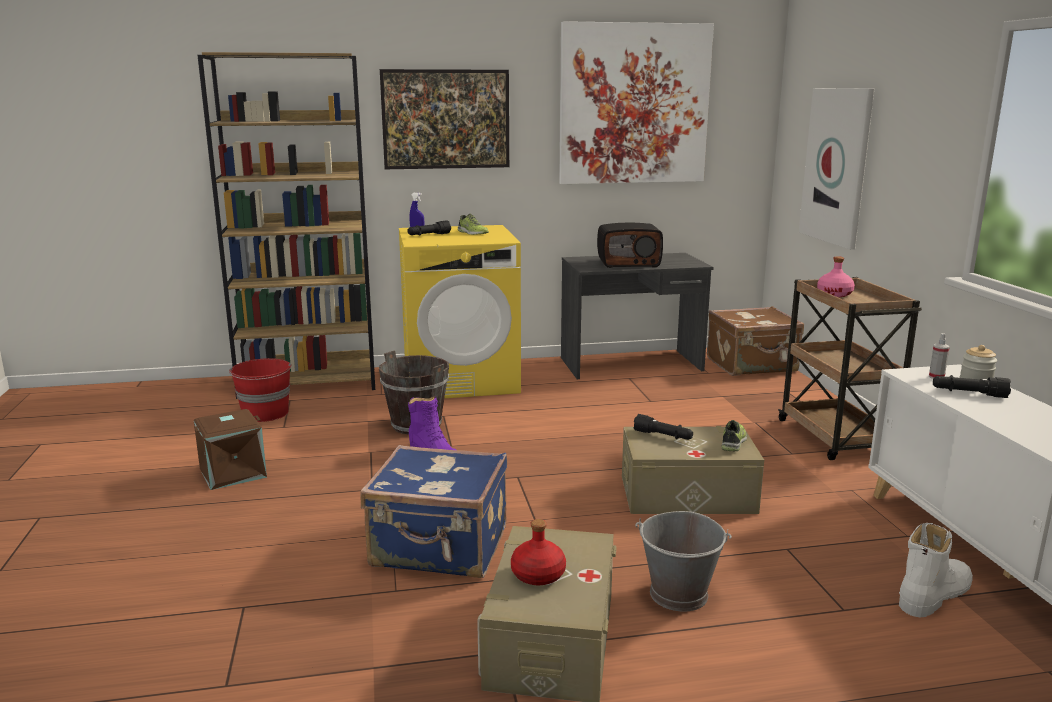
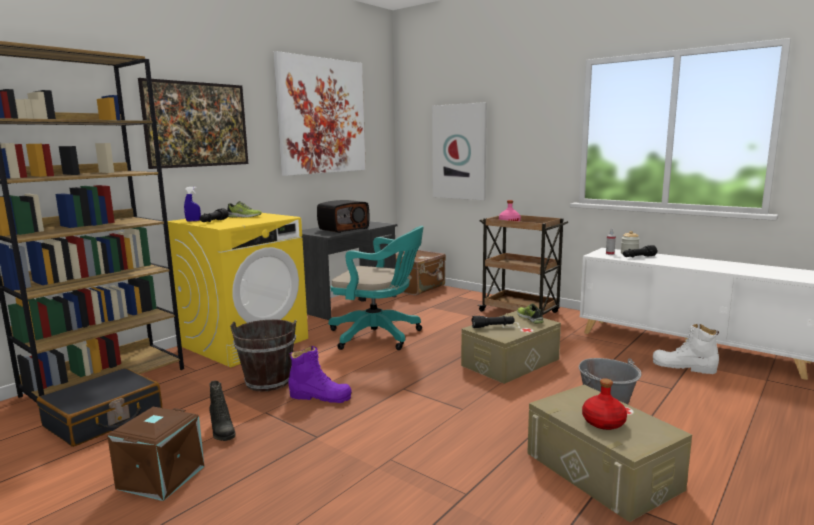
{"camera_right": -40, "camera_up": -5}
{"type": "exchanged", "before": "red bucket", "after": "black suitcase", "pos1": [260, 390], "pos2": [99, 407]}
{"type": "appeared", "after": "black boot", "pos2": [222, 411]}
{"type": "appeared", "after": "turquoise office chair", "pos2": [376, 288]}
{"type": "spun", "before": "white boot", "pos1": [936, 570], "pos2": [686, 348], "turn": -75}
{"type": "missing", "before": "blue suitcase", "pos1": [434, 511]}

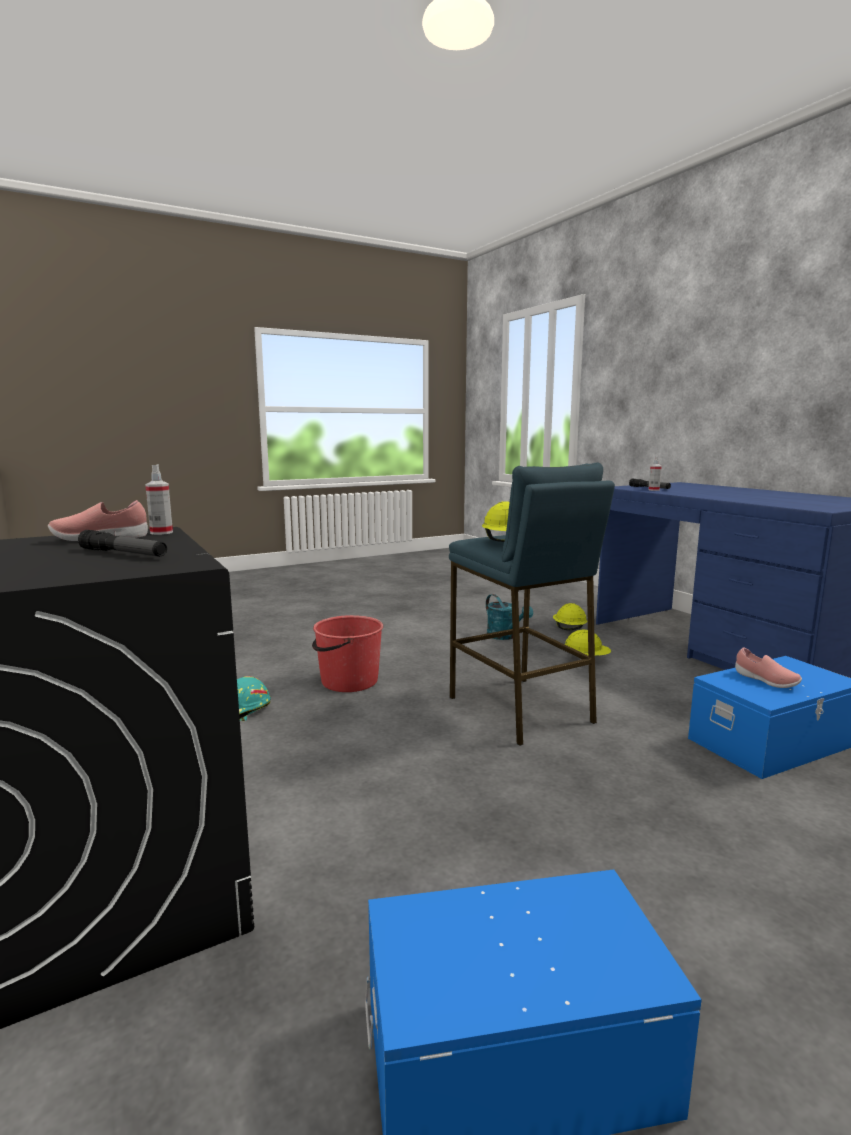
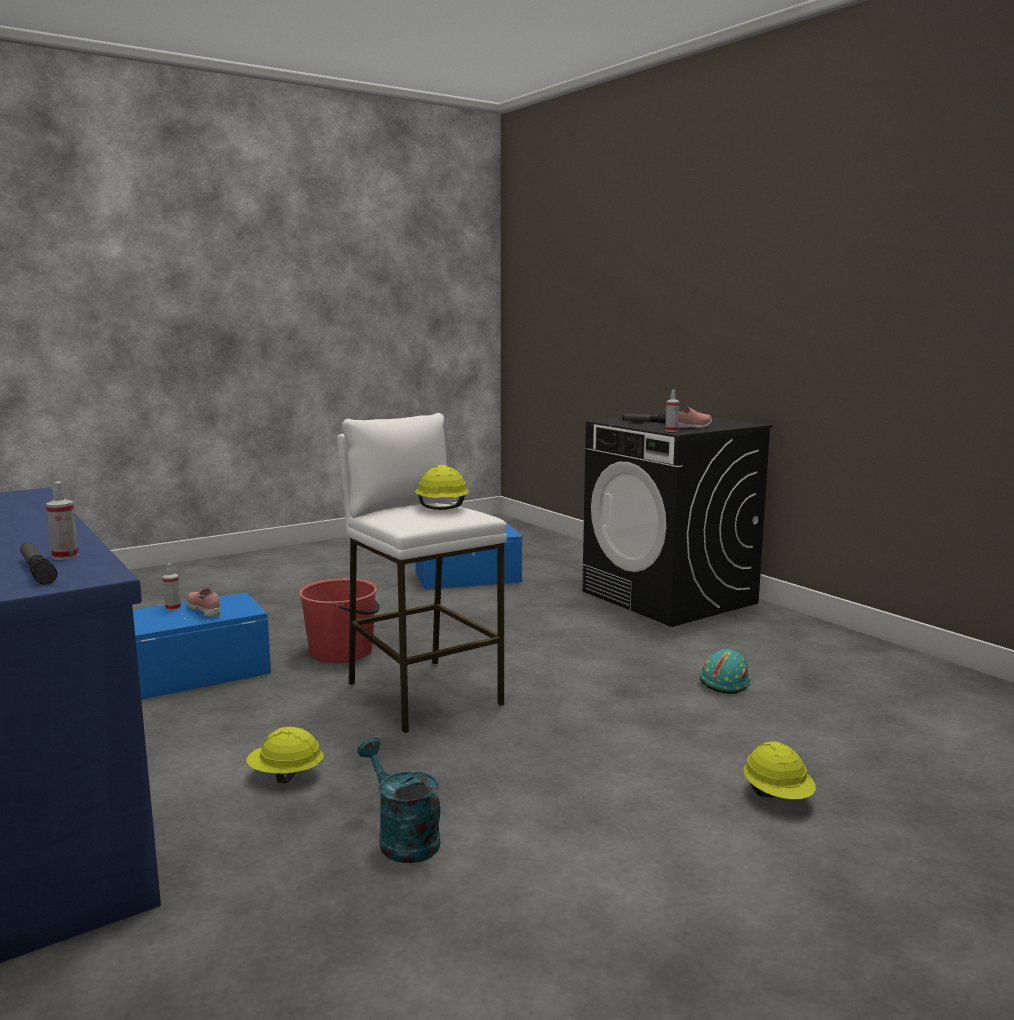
{"camera_right": 175, "camera_up": 0}
{"type": "appeared", "after": "spray bottle", "pos2": [172, 587]}
{"type": "relocated", "before": "red bucket", "pos1": [347, 653], "pos2": [339, 620]}
{"type": "colour", "before": "blue stool", "after": "white stool", "pos1": [532, 604], "pos2": [422, 573]}
{"type": "relocated", "before": "yellow hard hat", "pos1": [570, 616], "pos2": [779, 770]}

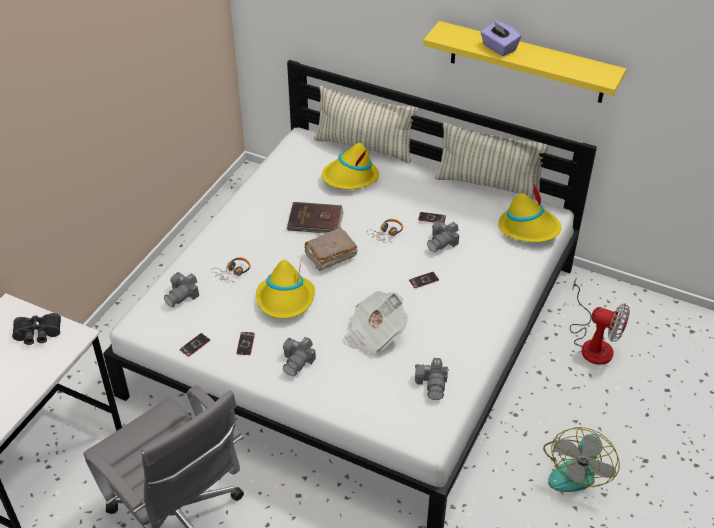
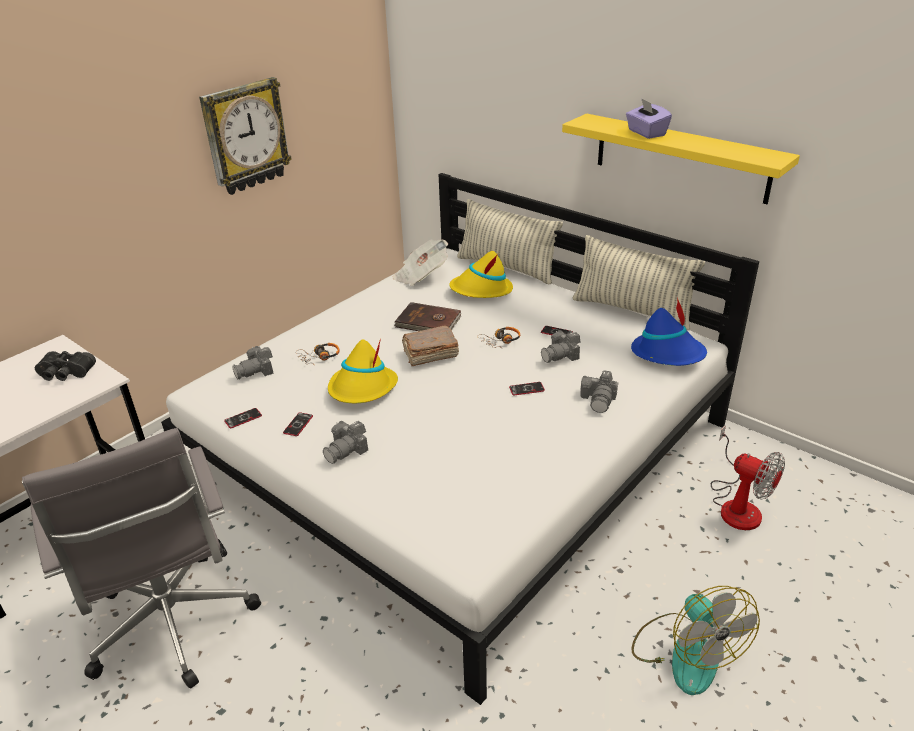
{"camera_right": 15, "camera_up": -10}
{"type": "appeared", "after": "wall clock", "pos2": [245, 136]}
{"type": "relocated", "before": "newspaper", "pos1": [375, 323], "pos2": [420, 263]}
{"type": "relocated", "before": "photo camera", "pos1": [432, 379], "pos2": [599, 391]}
{"type": "colour", "before": "yellow hat", "after": "blue hat", "pos1": [529, 212], "pos2": [669, 331]}
{"type": "spun", "before": "fan", "pos1": [581, 459], "pos2": [695, 640], "turn": -60}

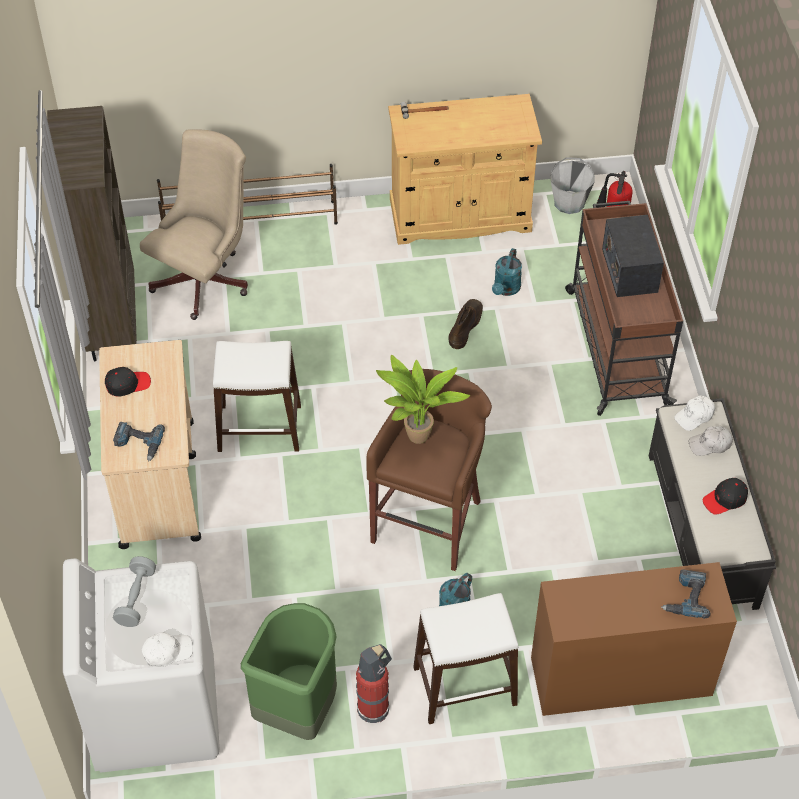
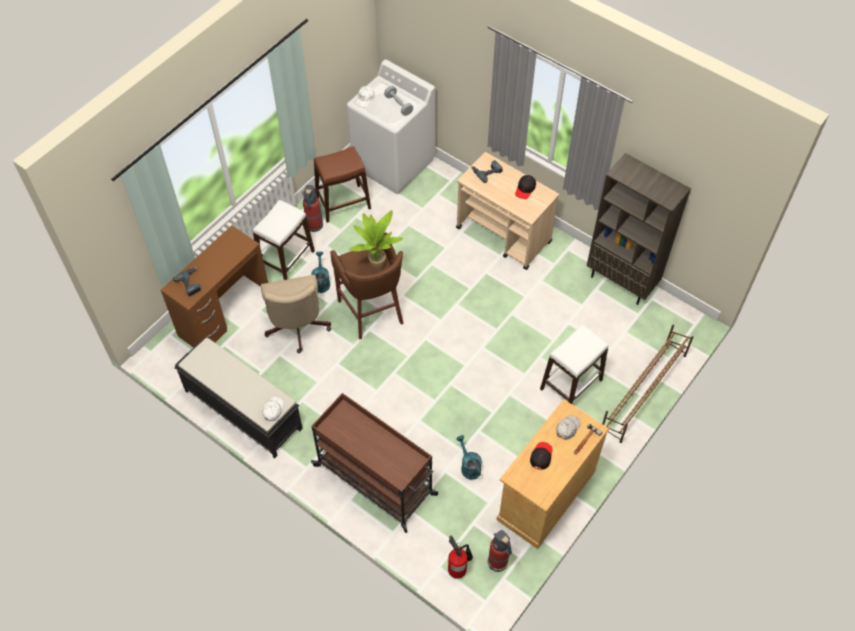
{"camera_right": 135, "camera_up": 5}
{"type": "relocated", "before": "beige office chair", "pos1": [194, 224], "pos2": [296, 314]}
{"type": "exchanged", "before": "green trash can", "after": "brown stool", "pos1": [289, 671], "pos2": [342, 184]}
{"type": "exchanged", "before": "grey bucket", "after": "fire extinguisher", "pos1": [572, 185], "pos2": [500, 551]}
{"type": "relocated", "before": "black cap", "pos1": [725, 496], "pos2": [541, 456]}
{"type": "relocated", "before": "white stool", "pos1": [257, 396], "pos2": [574, 364]}
{"type": "relocated", "before": "white cap", "pos1": [711, 441], "pos2": [568, 427]}
{"type": "missing", "before": "brown boot", "pos1": [465, 324]}
{"type": "missing", "before": "radio", "pos1": [633, 256]}

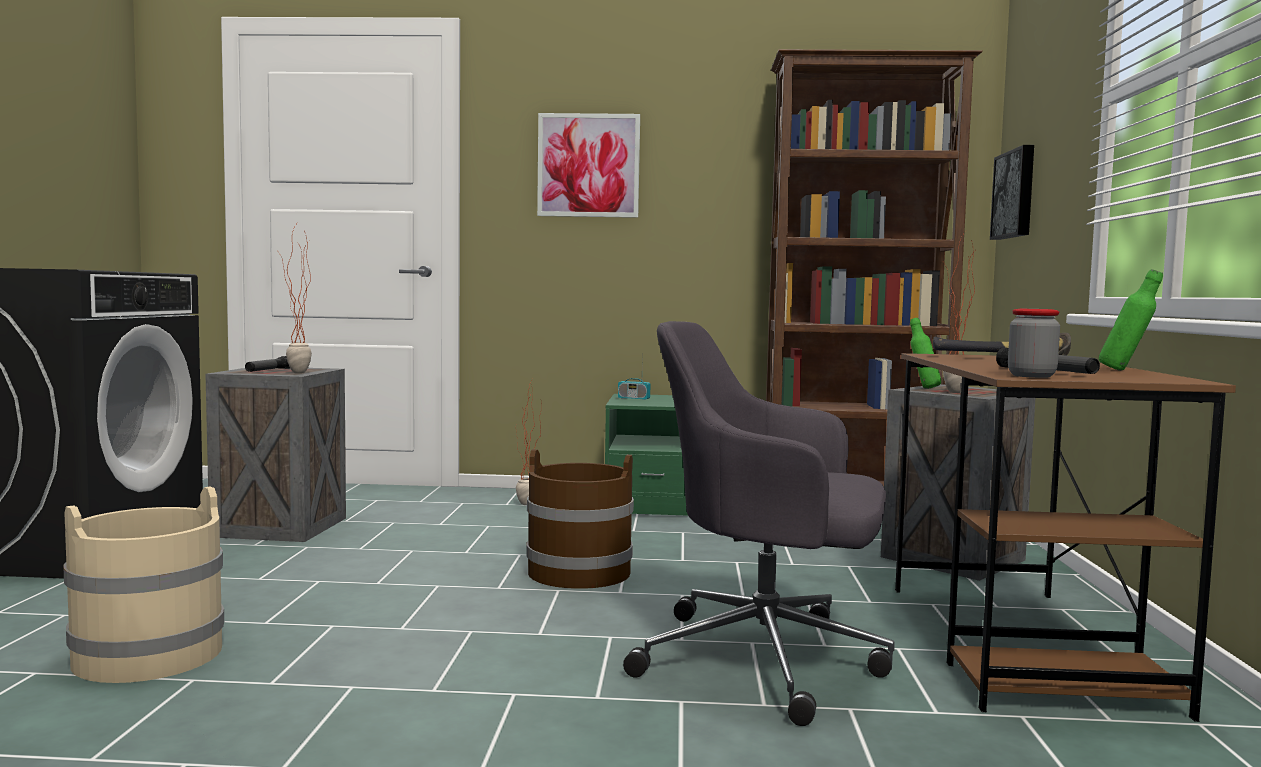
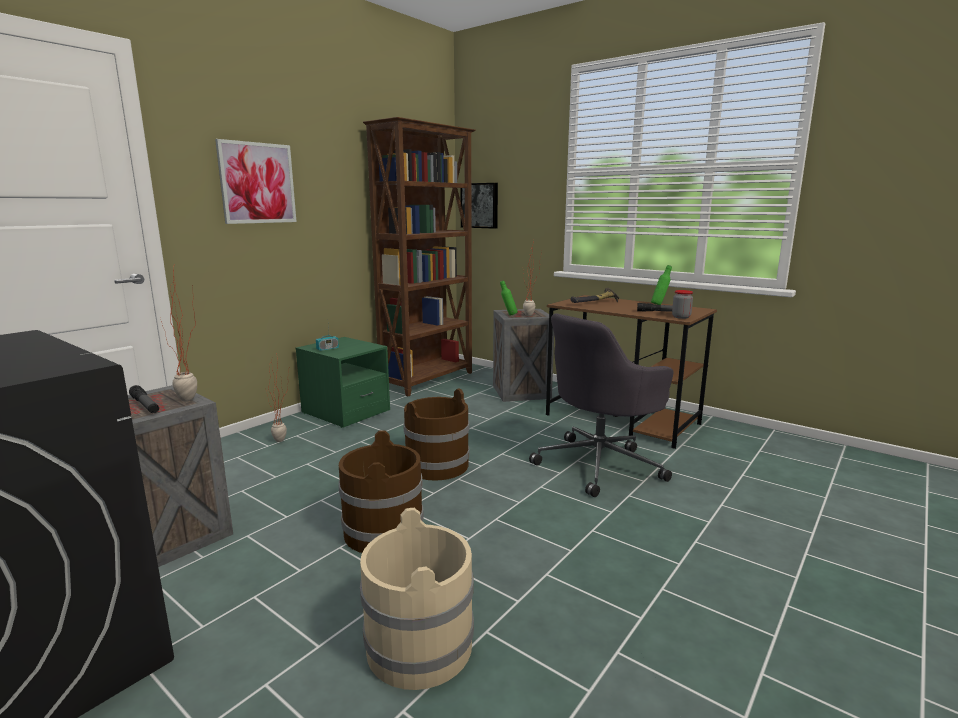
{"camera_right": -55, "camera_up": 10}
{"type": "appeared", "after": "brown bucket", "pos2": [381, 491]}

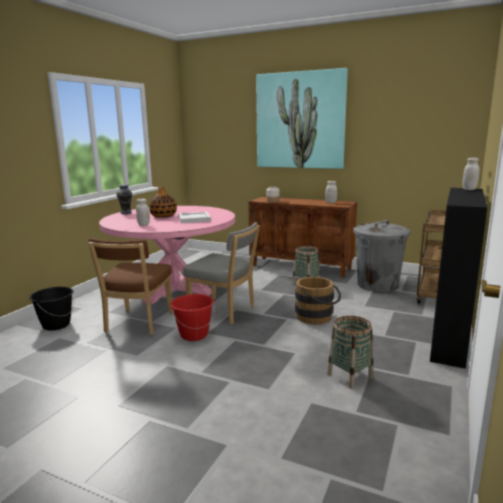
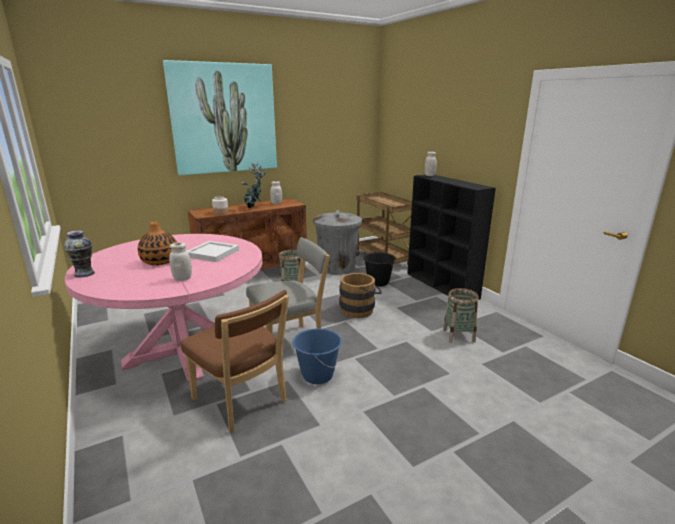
{"camera_right": -55, "camera_up": 5}
{"type": "appeared", "after": "potted plant", "pos2": [254, 185]}
{"type": "colour", "before": "red bucket", "after": "blue bucket", "pos1": [192, 317], "pos2": [317, 356]}
{"type": "relocated", "before": "black bucket", "pos1": [51, 309], "pos2": [379, 269]}

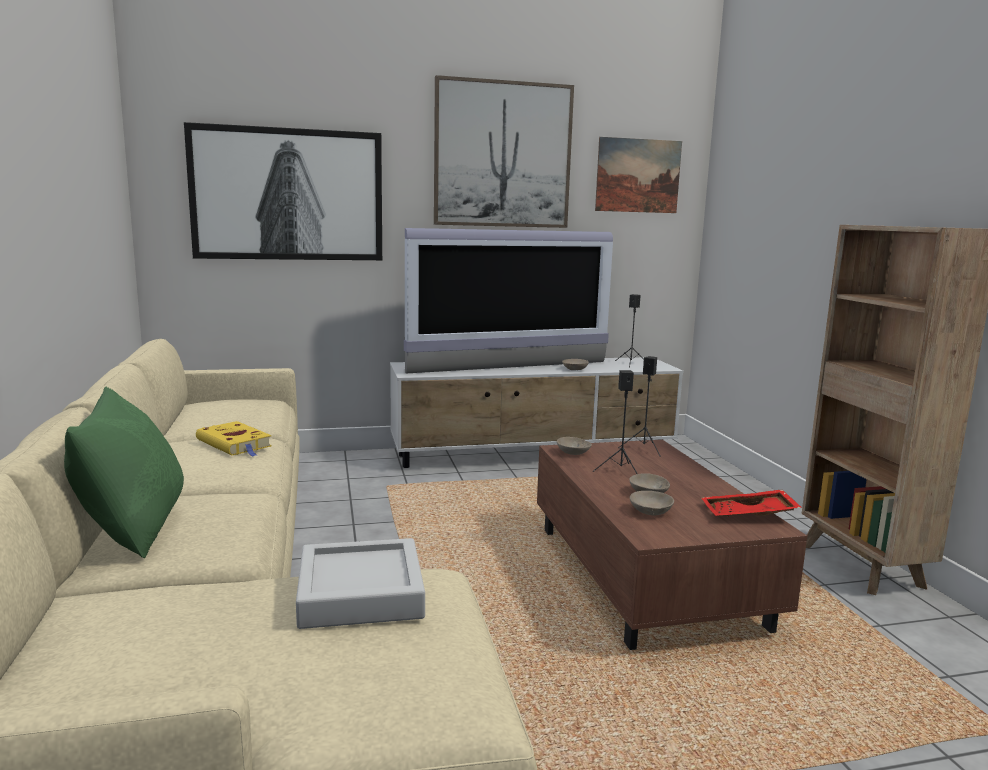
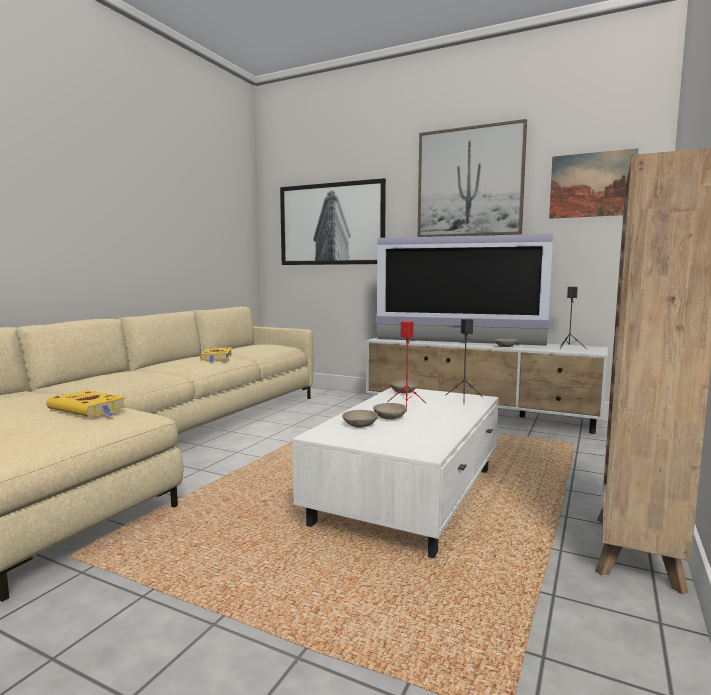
{"camera_right": 40, "camera_up": -5}
{"type": "exchanged", "before": "grey tray", "after": "yellow book", "pos1": [360, 583], "pos2": [86, 403]}
{"type": "colour", "before": "brown coffee table", "after": "white coffee table", "pos1": [672, 545], "pos2": [395, 473]}
{"type": "colour", "before": "black speaker", "after": "red speaker", "pos1": [615, 422], "pos2": [406, 366]}
{"type": "missing", "before": "green pillow", "pos1": [124, 472]}
{"type": "missing", "before": "red tray", "pos1": [751, 503]}

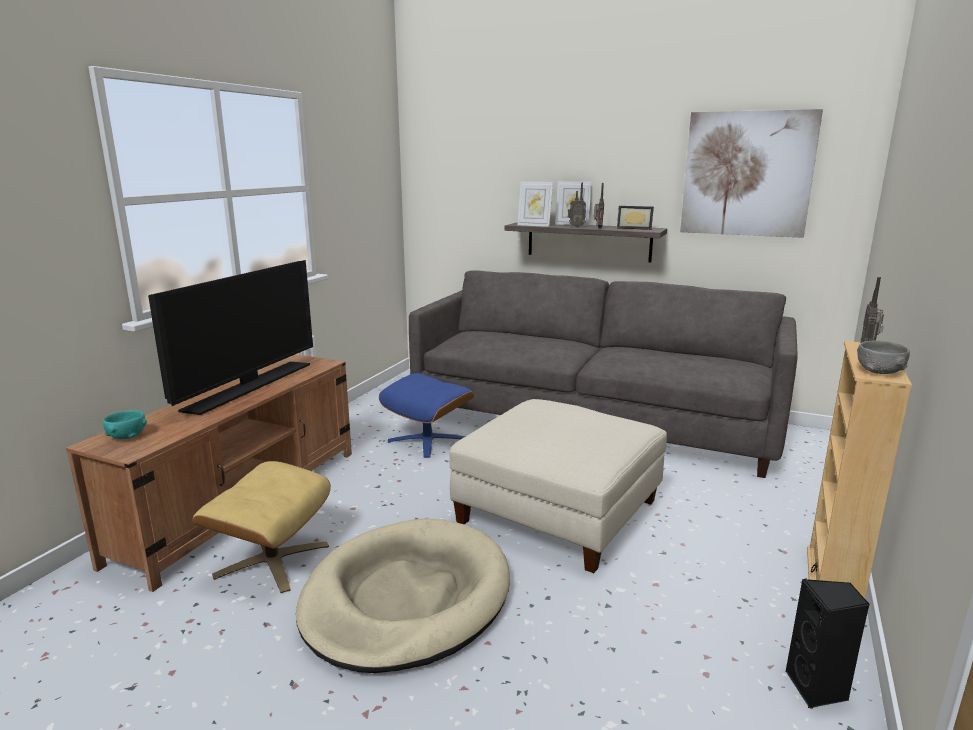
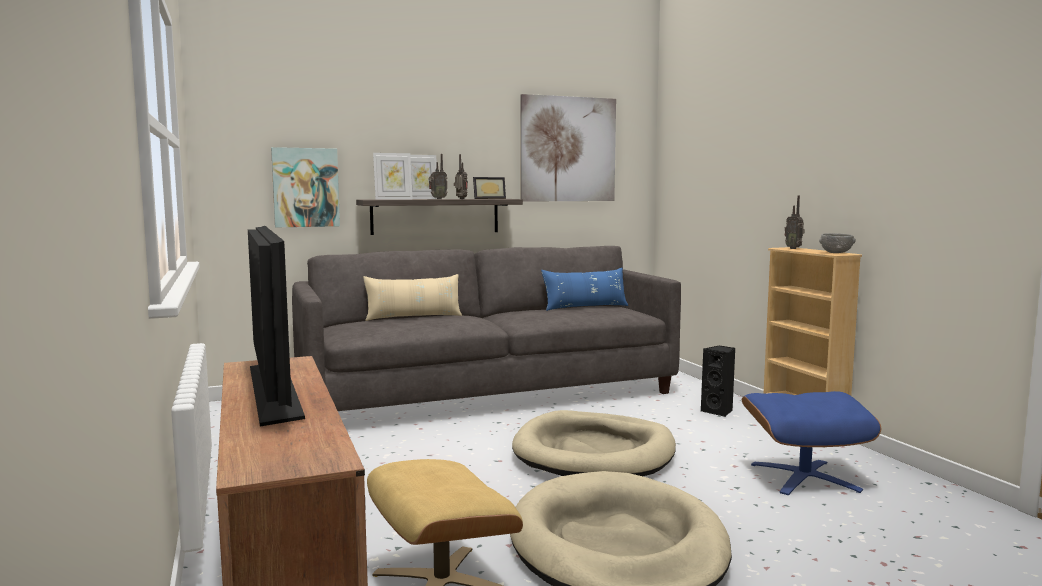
{"camera_right": -45, "camera_up": -10}
{"type": "appeared", "after": "picture", "pos2": [305, 187]}
{"type": "appeared", "after": "beige pillow", "pos2": [412, 297]}
{"type": "exchanged", "before": "beige ottoman", "after": "beige dog bed", "pos1": [558, 486], "pos2": [594, 443]}
{"type": "appeared", "after": "blue pillow", "pos2": [584, 289]}
{"type": "relocated", "before": "black speaker", "pos1": [828, 643], "pos2": [718, 381]}
{"type": "relocated", "before": "blue ottoman", "pos1": [426, 415], "pos2": [811, 443]}
{"type": "missing", "before": "turquoise bowl", "pos1": [125, 424]}

